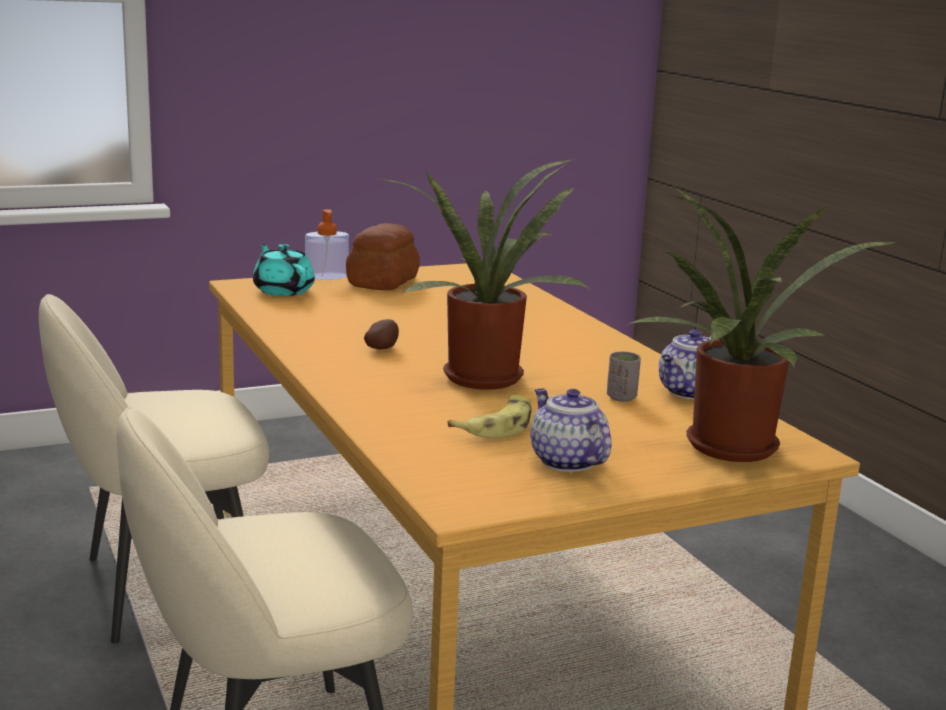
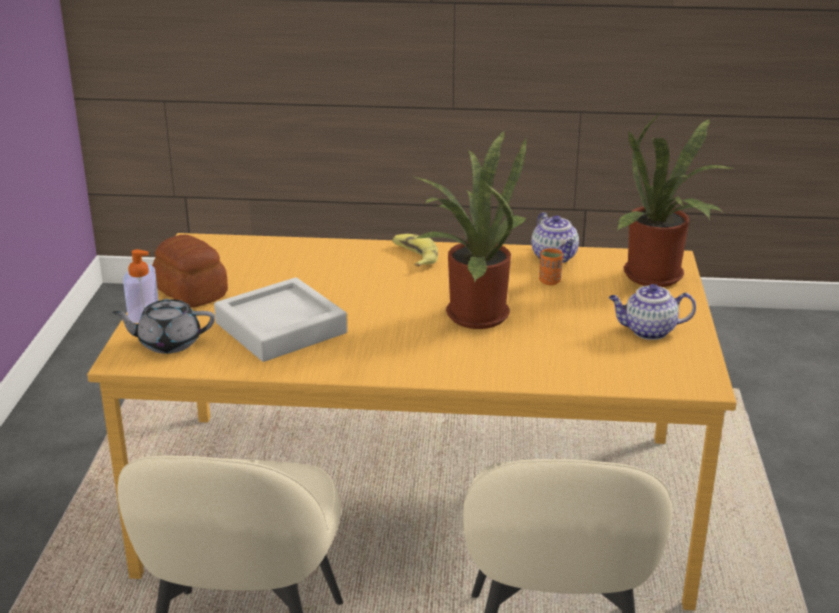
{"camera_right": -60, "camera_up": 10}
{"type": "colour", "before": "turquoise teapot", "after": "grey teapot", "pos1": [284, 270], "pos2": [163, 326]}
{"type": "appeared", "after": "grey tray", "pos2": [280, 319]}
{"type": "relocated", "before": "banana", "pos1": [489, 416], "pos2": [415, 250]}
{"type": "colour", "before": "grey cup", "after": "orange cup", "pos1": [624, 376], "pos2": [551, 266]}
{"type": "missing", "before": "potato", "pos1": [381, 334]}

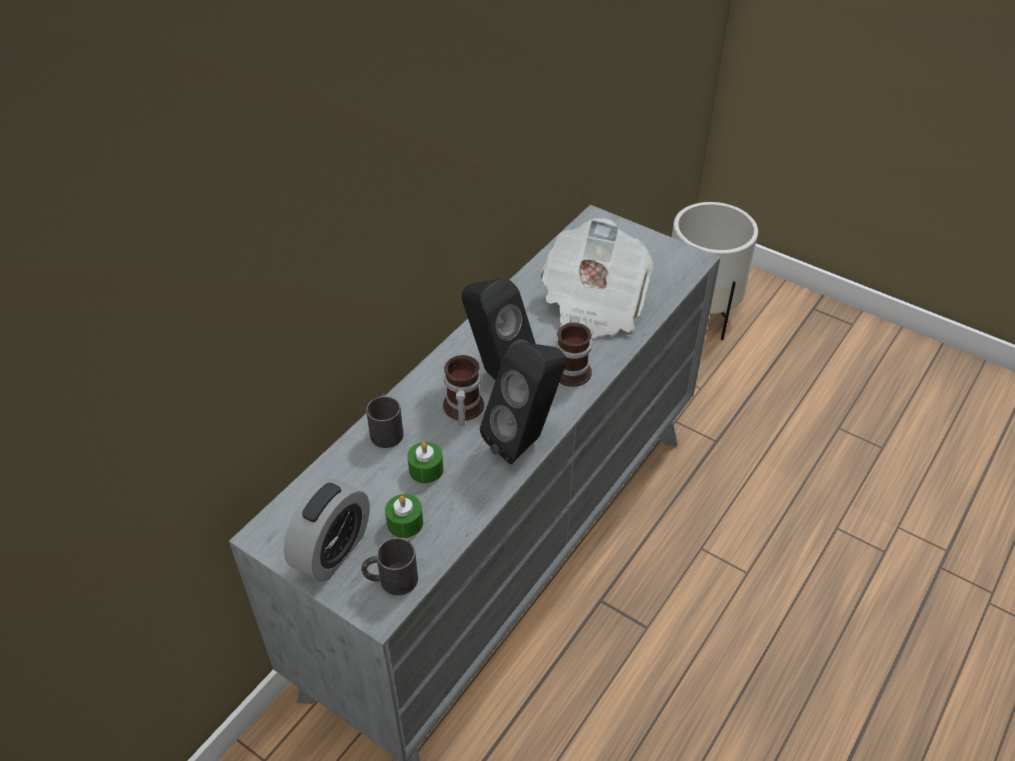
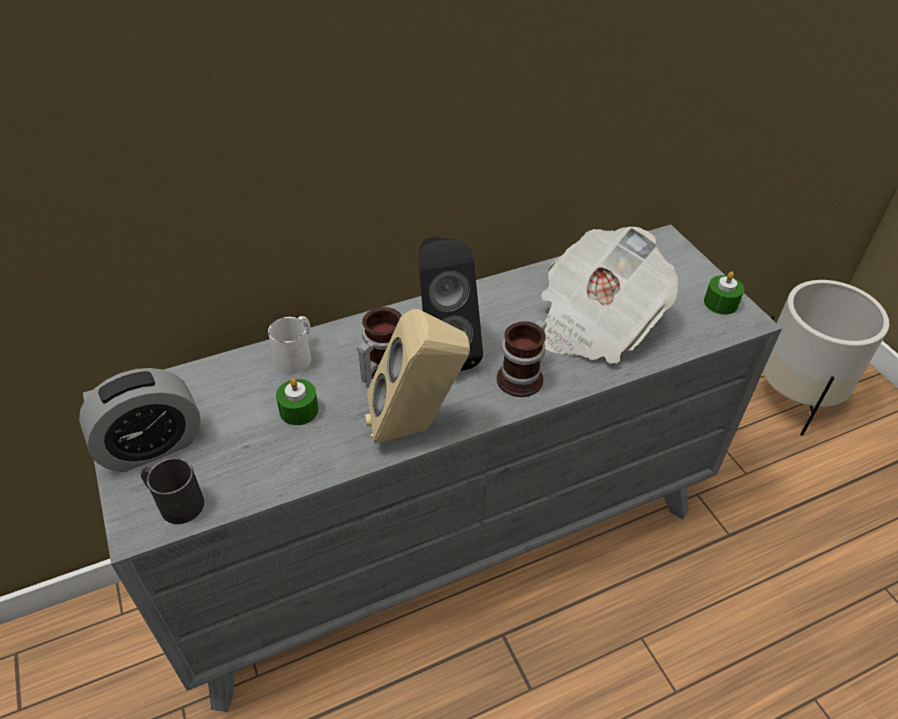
{"camera_right": 30, "camera_up": 0}
{"type": "colour", "before": "black mug", "after": "white mug", "pos1": [384, 420], "pos2": [289, 345]}
{"type": "colour", "before": "black speaker", "after": "beige speaker", "pos1": [523, 403], "pos2": [417, 376]}
{"type": "relocated", "before": "green candle", "pos1": [404, 516], "pos2": [724, 293]}

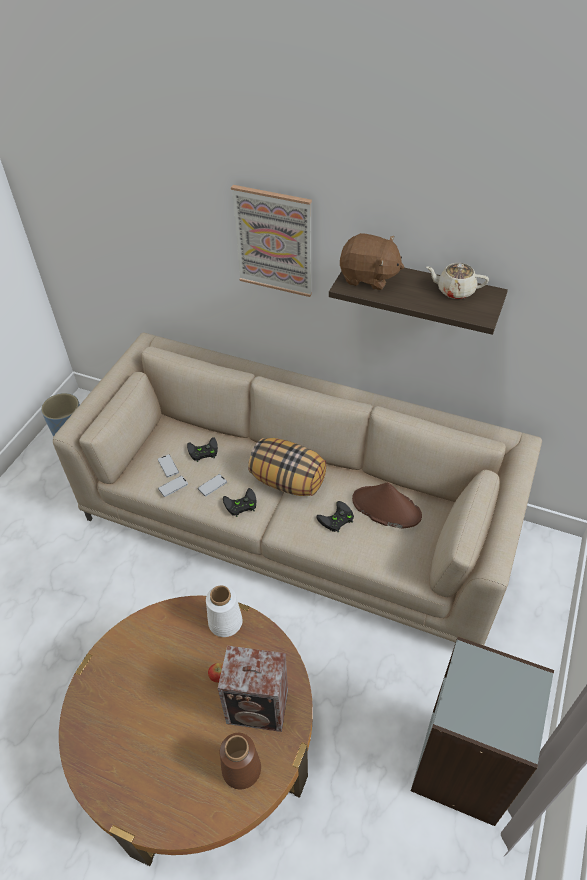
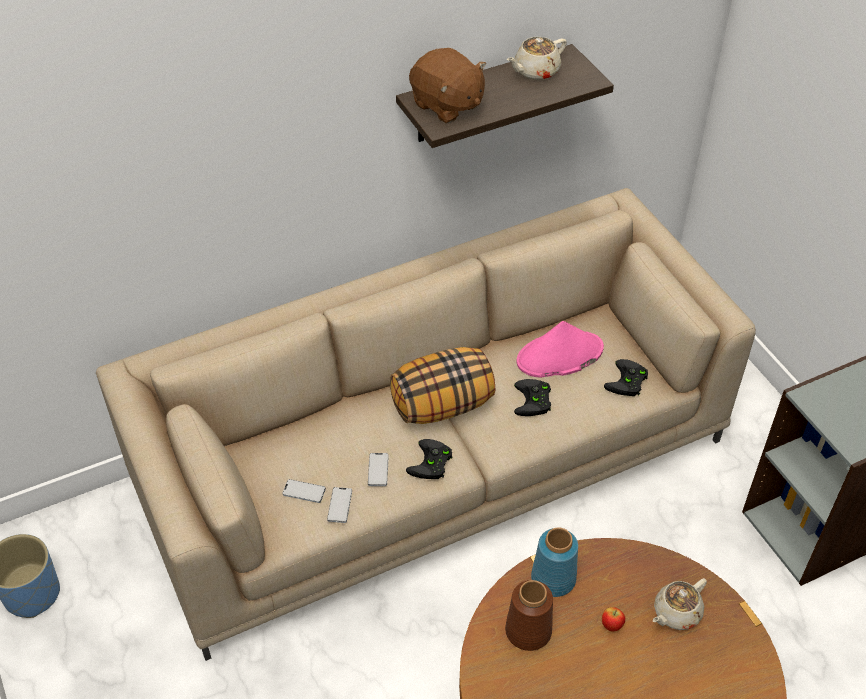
{"camera_right": -50, "camera_up": 0}
{"type": "spun", "before": "brown plush toy", "pos1": [372, 261], "pos2": [447, 85], "turn": 75}
{"type": "relocated", "before": "brown vase", "pos1": [240, 761], "pos2": [529, 615]}
{"type": "colour", "before": "brown hat", "after": "pink hat", "pos1": [387, 505], "pos2": [560, 349]}
{"type": "colour", "before": "white vase", "after": "blue vase", "pos1": [224, 611], "pos2": [554, 562]}
{"type": "relocated", "before": "black game controller", "pos1": [202, 449], "pos2": [626, 377]}
{"type": "exchanged", "before": "speaker", "after": "beige teapot", "pos1": [253, 689], "pos2": [680, 604]}
{"type": "missing", "before": "picture", "pos1": [271, 241]}

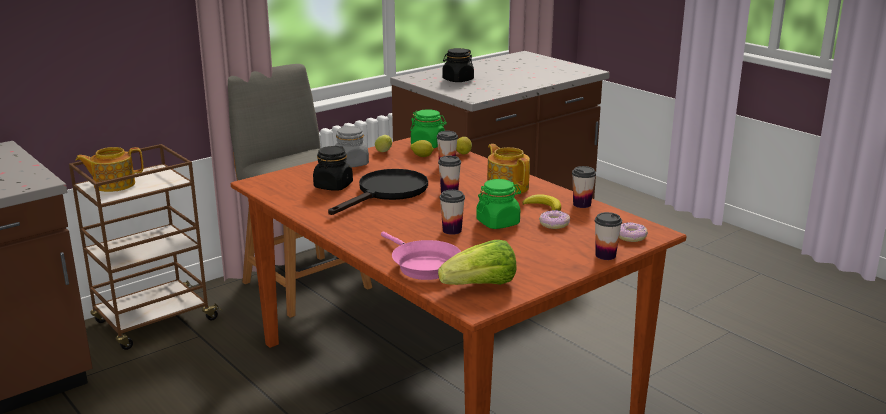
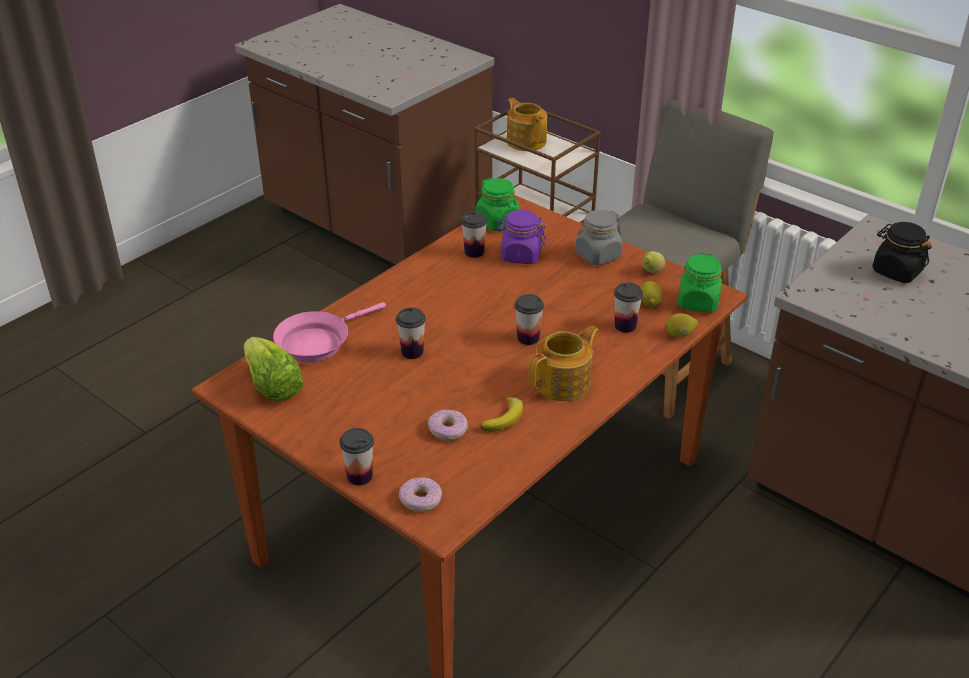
{"camera_right": 80, "camera_up": 15}
{"type": "relocated", "before": "cup", "pos1": [584, 187], "pos2": [474, 234]}
{"type": "relocated", "before": "green jar", "pos1": [498, 204], "pos2": [498, 204]}
{"type": "colour", "before": "black jar", "after": "purple jar", "pos1": [333, 168], "pos2": [521, 237]}
{"type": "missing", "before": "black frying pan", "pos1": [378, 192]}

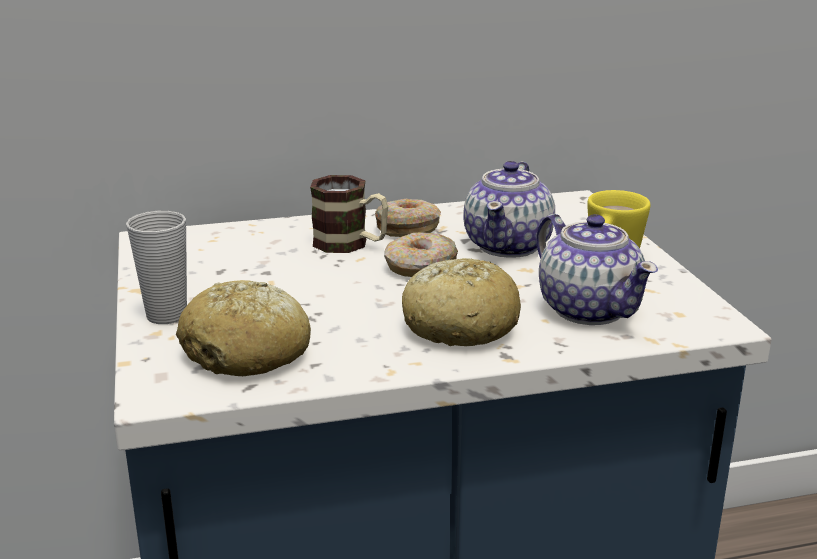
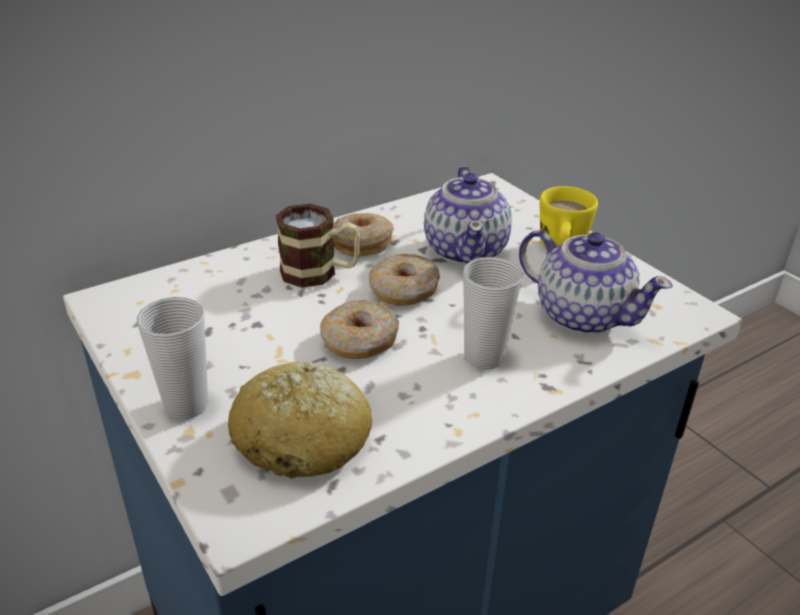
{"camera_right": -20, "camera_up": 10}
{"type": "appeared", "after": "donut", "pos2": [359, 329]}
{"type": "exchanged", "before": "bread", "after": "cup", "pos1": [461, 302], "pos2": [493, 313]}

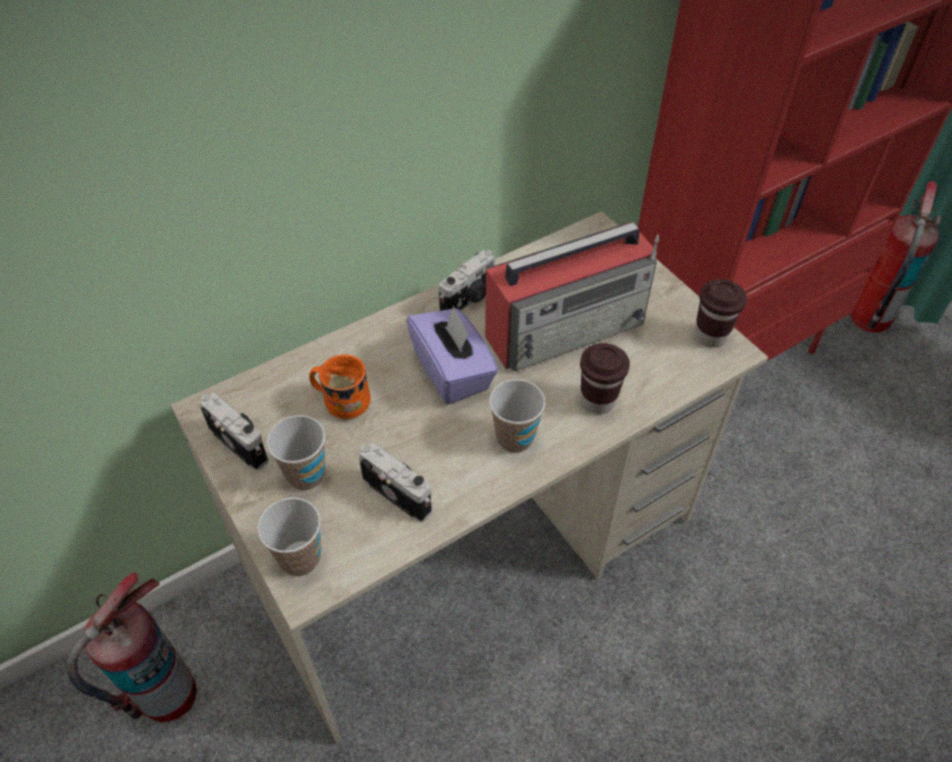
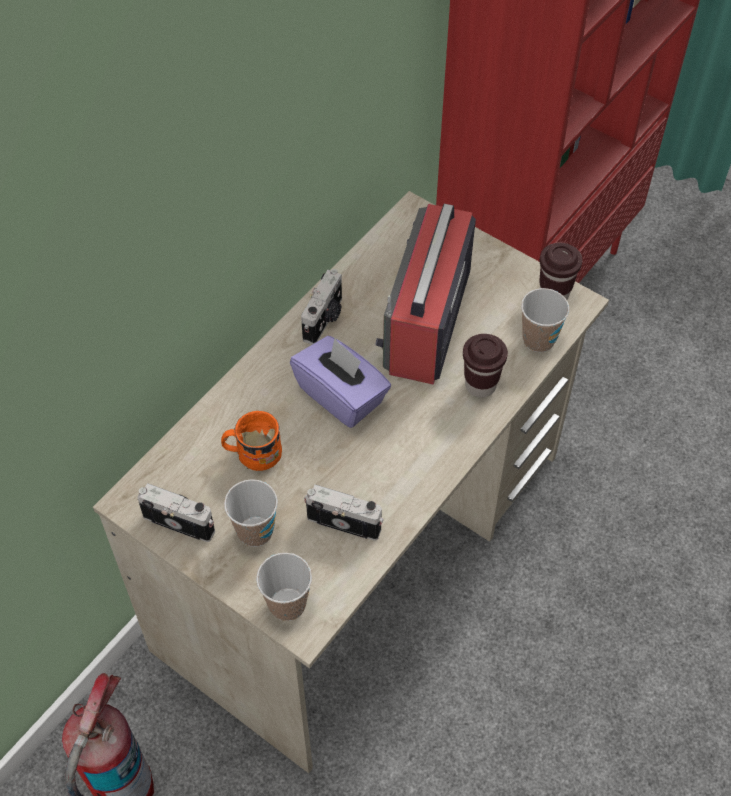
{"camera_right": -20, "camera_up": 5}
{"type": "spun", "before": "radio", "pos1": [572, 296], "pos2": [425, 294], "turn": 150}
{"type": "relocated", "before": "cup", "pos1": [517, 416], "pos2": [545, 320]}
{"type": "missing", "before": "fire extinguisher", "pos1": [895, 256]}

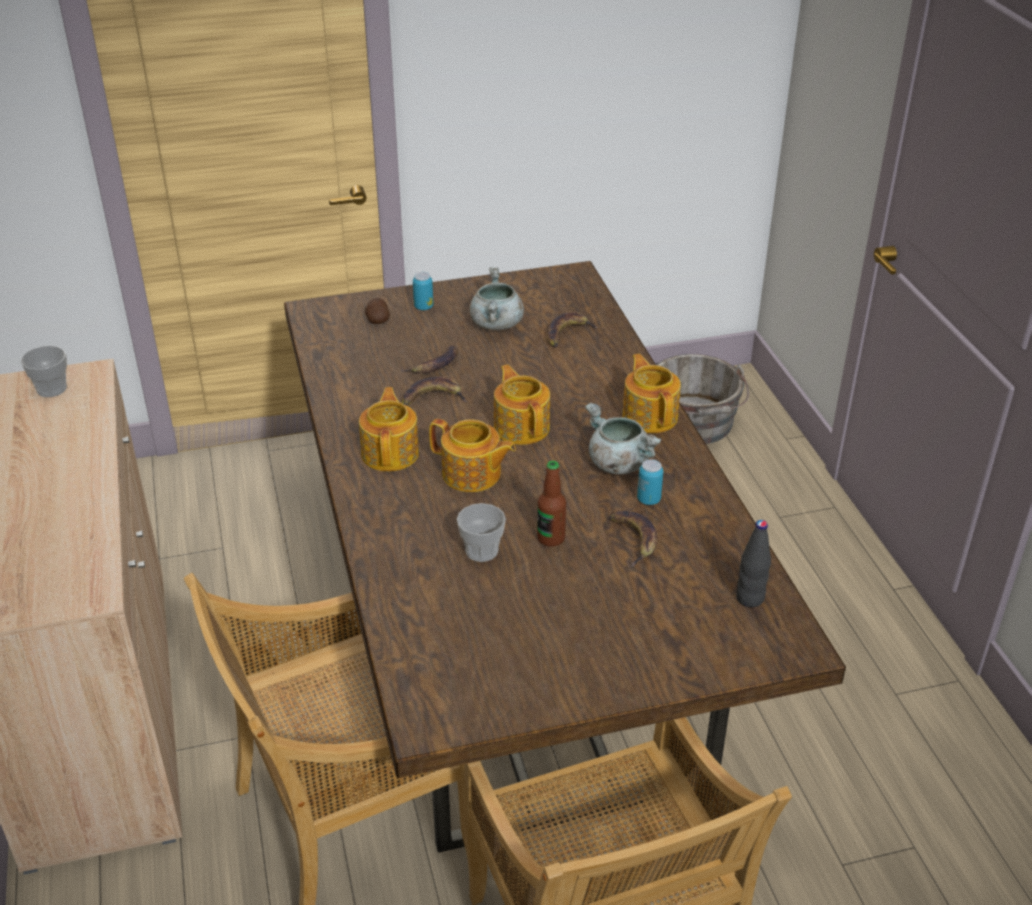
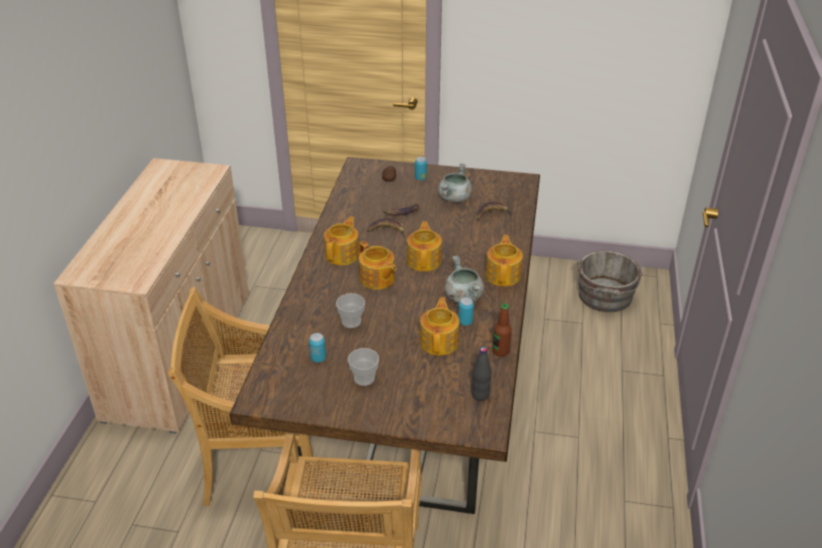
{"camera_right": 25, "camera_up": 0}
{"type": "appeared", "after": "can", "pos2": [317, 347]}
{"type": "relocated", "before": "cup", "pos1": [44, 371], "pos2": [363, 367]}
{"type": "exchanged", "before": "banana", "after": "teapot", "pos1": [633, 539], "pos2": [439, 327]}
{"type": "relocated", "before": "bottle", "pos1": [551, 504], "pos2": [502, 330]}

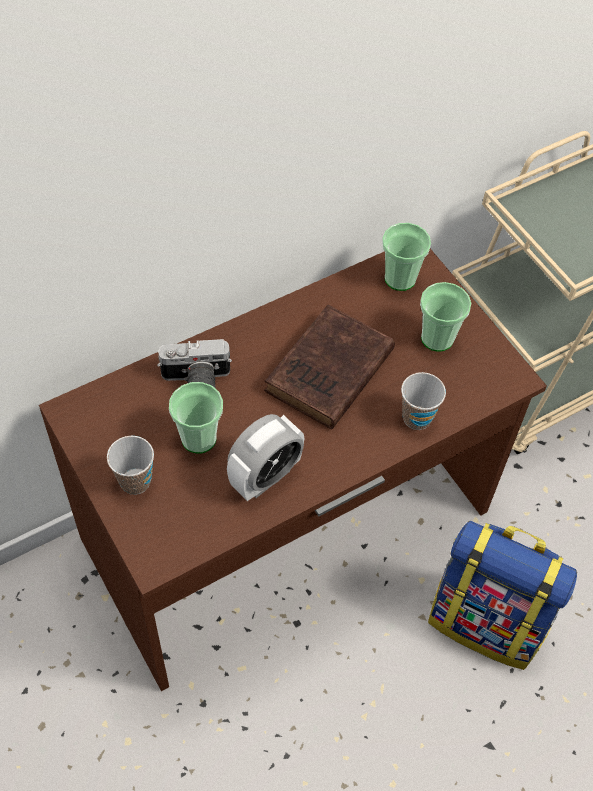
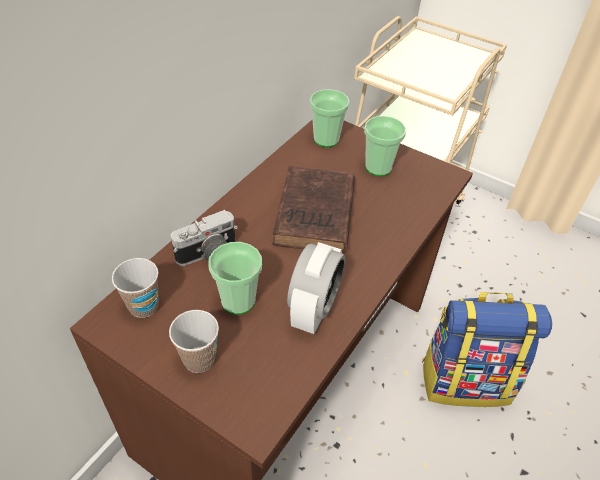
{"camera_right": -25, "camera_up": -10}
{"type": "relocated", "before": "cup", "pos1": [423, 401], "pos2": [135, 288]}

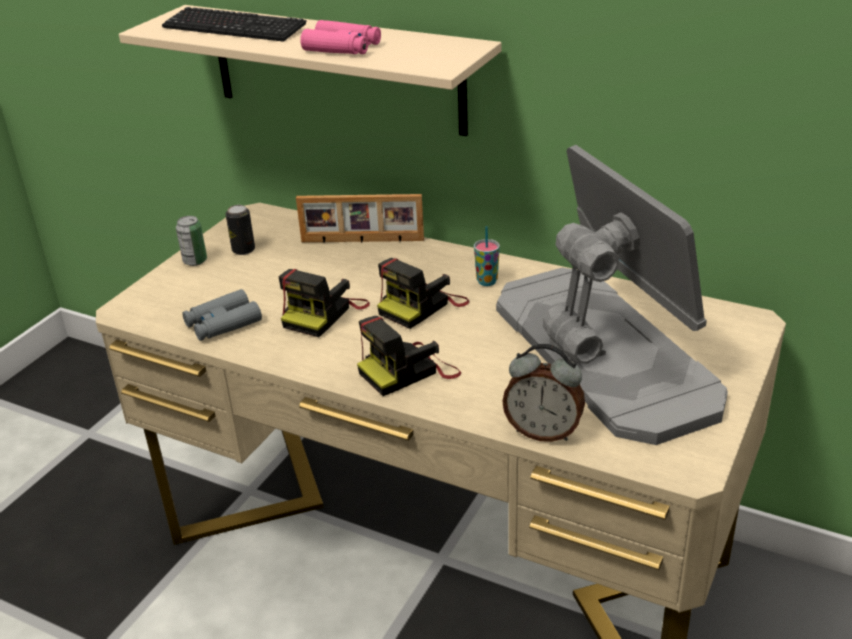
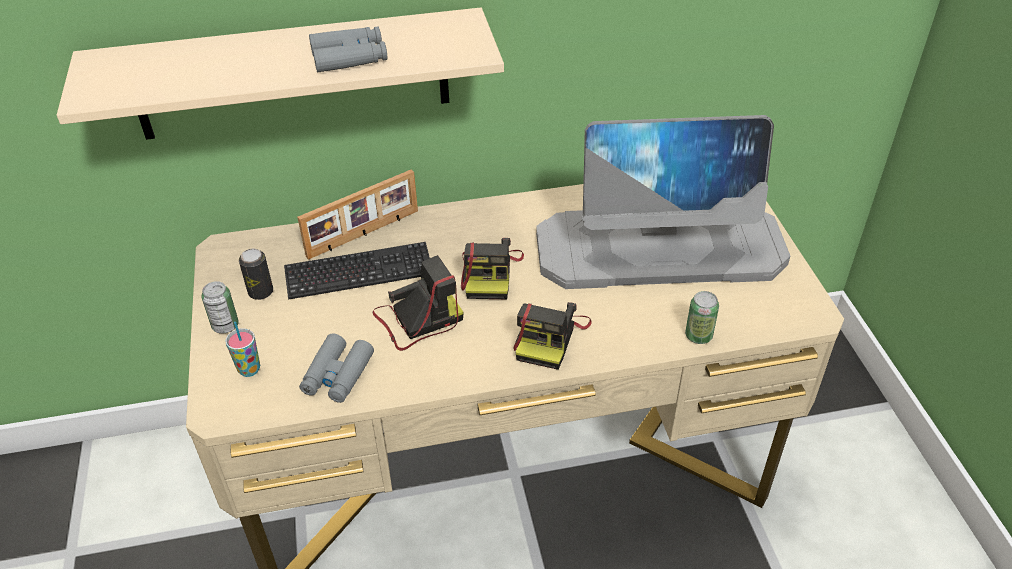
{"camera_right": -40, "camera_up": 10}
{"type": "relocated", "before": "cup", "pos1": [487, 256], "pos2": [242, 349]}
{"type": "relocated", "before": "keyboard", "pos1": [234, 24], "pos2": [357, 271]}
{"type": "colour", "before": "pink binoculars", "after": "grey binoculars", "pos1": [340, 37], "pos2": [348, 49]}
{"type": "spun", "before": "photo camera", "pos1": [324, 303], "pos2": [418, 303], "turn": -105}
{"type": "spun", "before": "monitor", "pos1": [612, 295], "pos2": [663, 202], "turn": 150}
{"type": "exchanged", "before": "alarm clock", "after": "can", "pos1": [543, 393], "pos2": [702, 317]}

